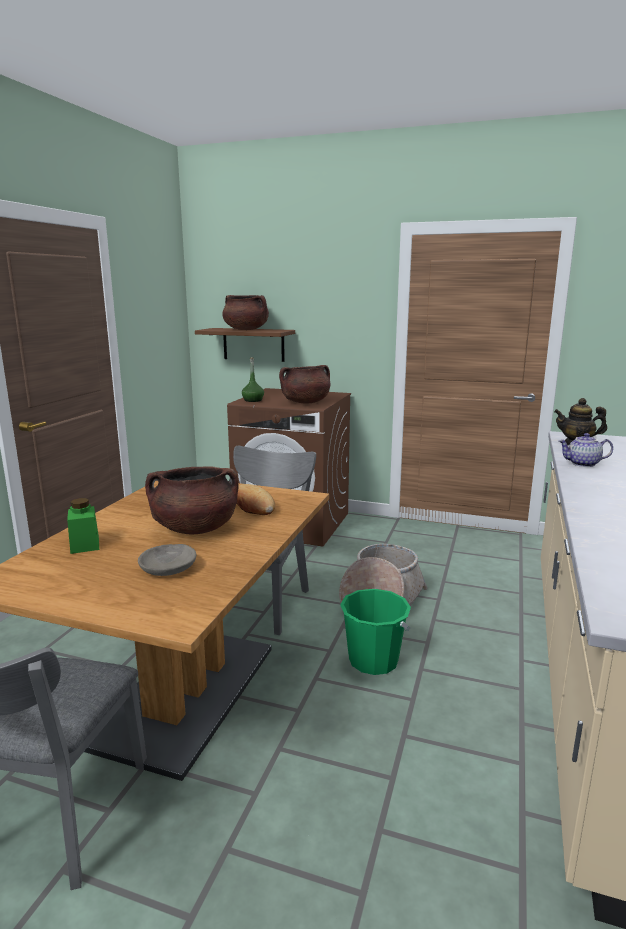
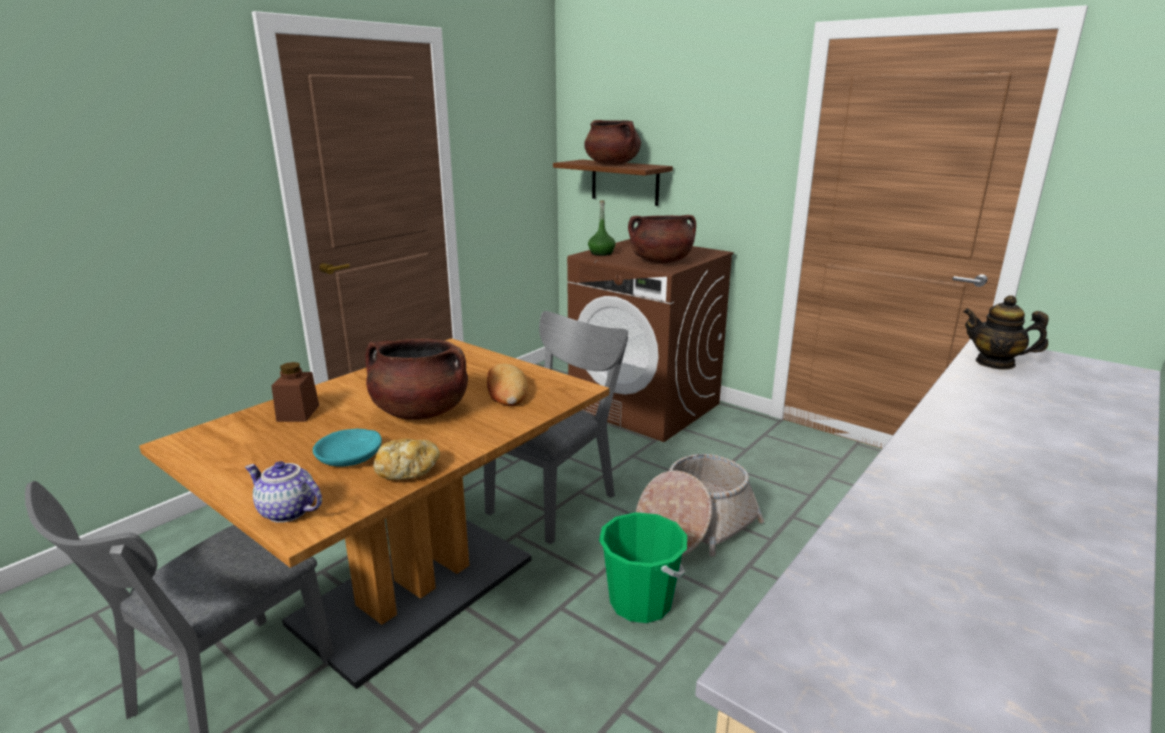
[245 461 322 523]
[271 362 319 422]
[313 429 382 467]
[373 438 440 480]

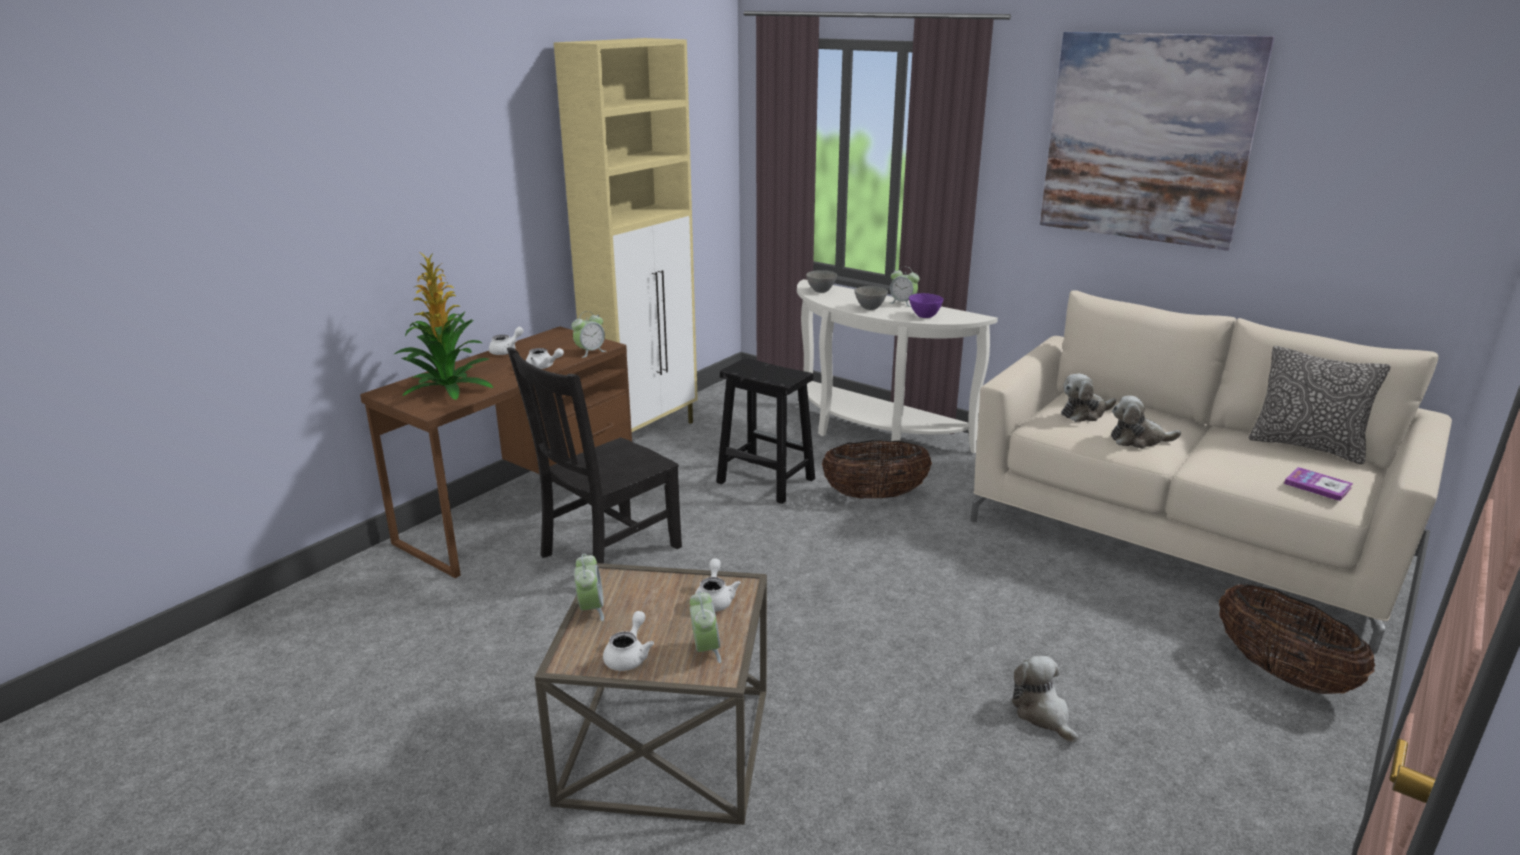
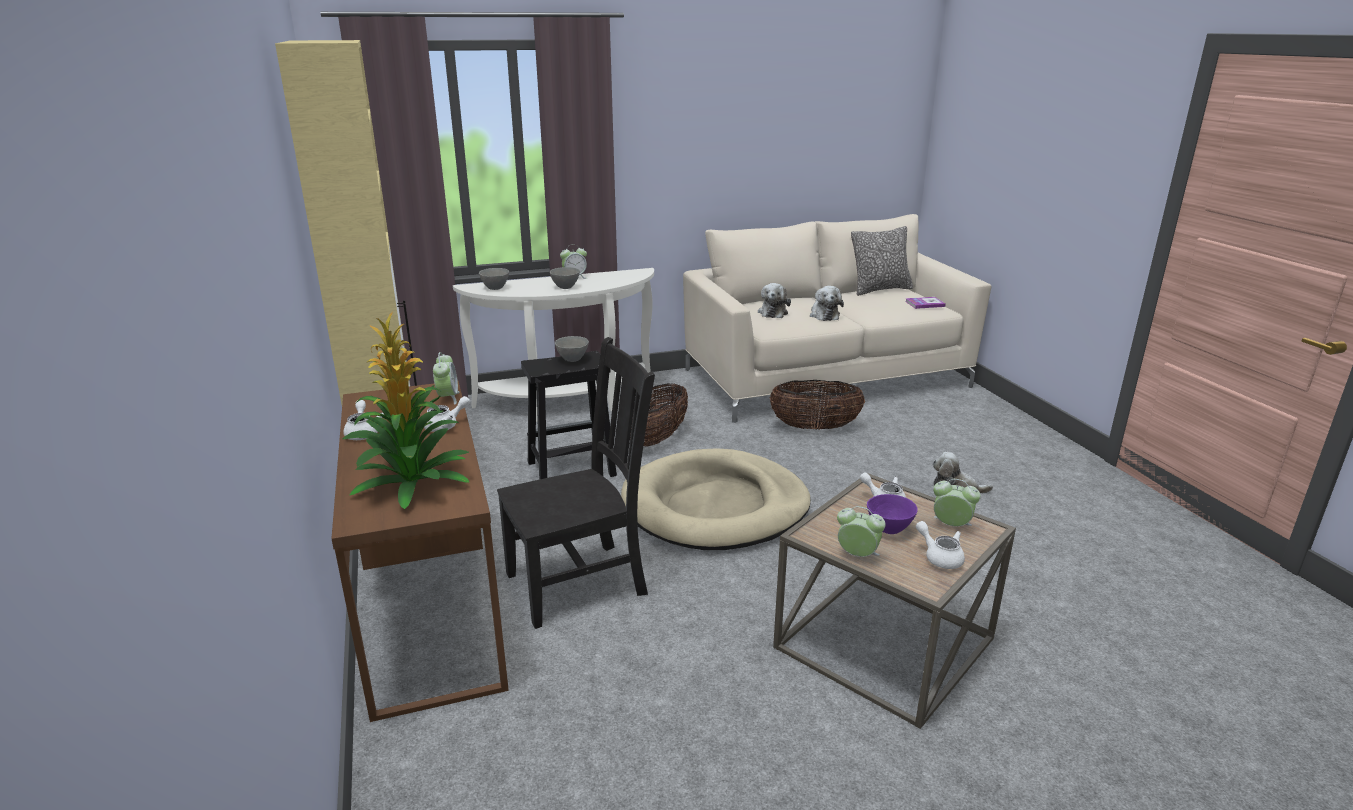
[497 337 655 629]
[555 336 589 362]
[621 448 811 550]
[770 380 865 429]
[810 286 844 321]
[867 494 918 534]
[1040 32 1275 251] (first image)

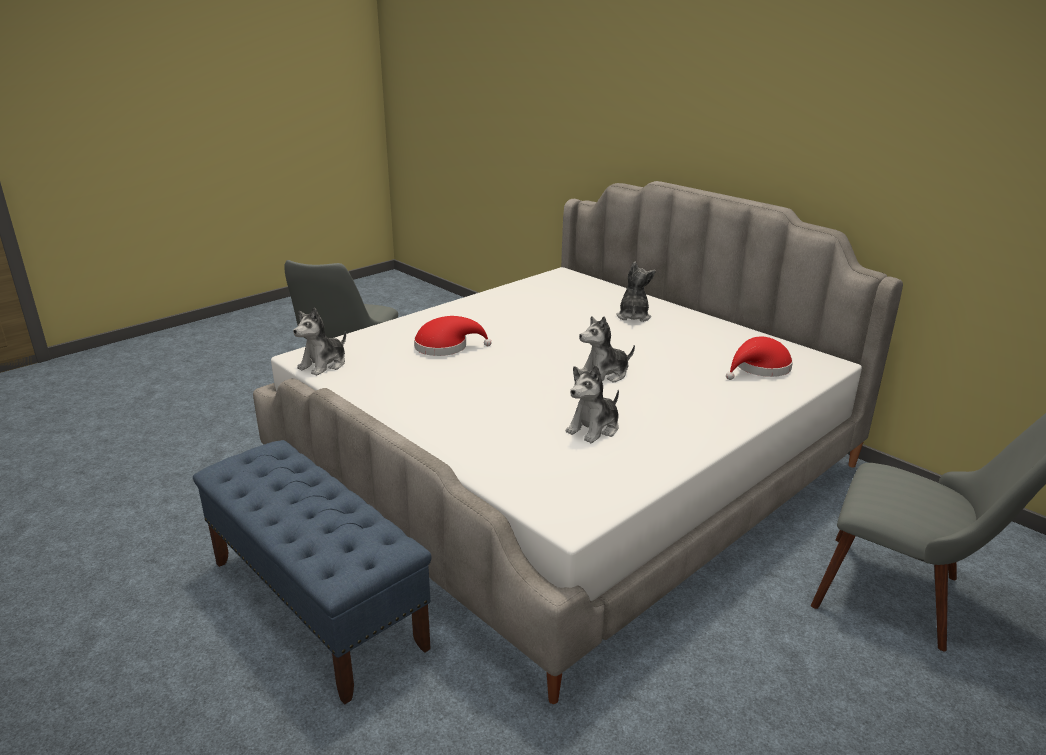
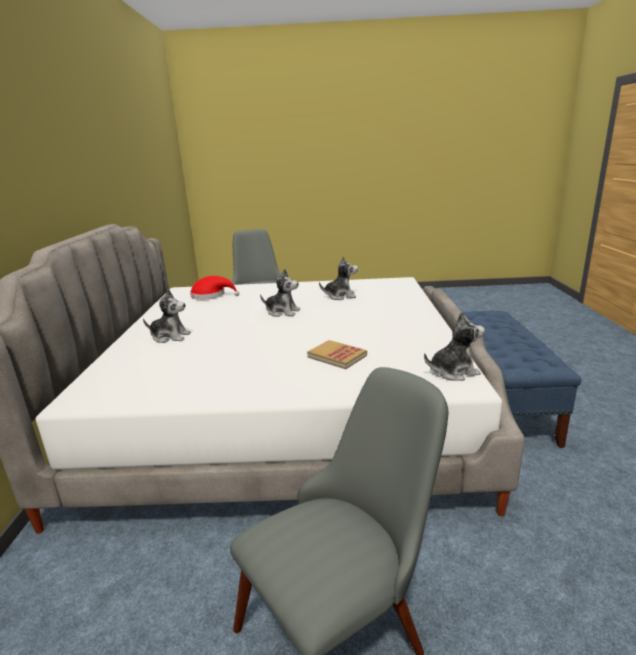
[143 289 191 343]
[307 340 367 369]

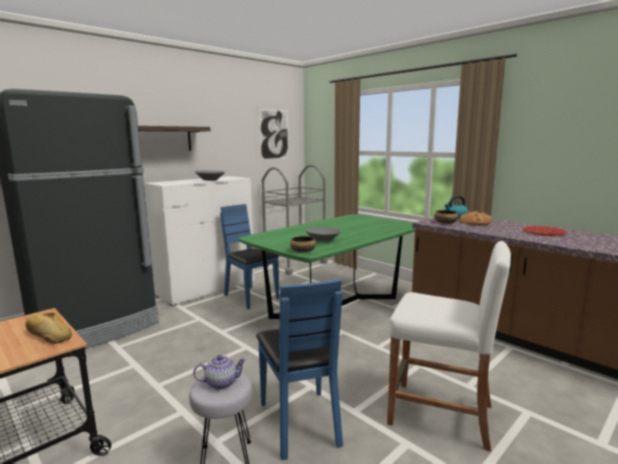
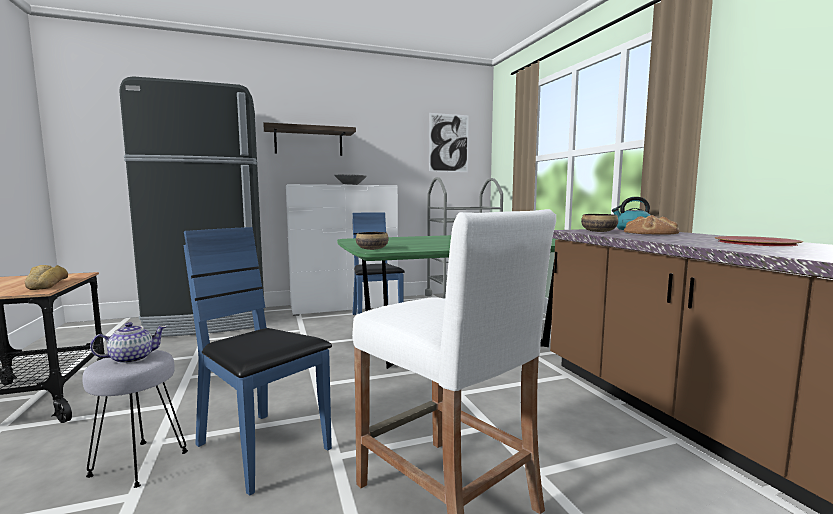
[90 322 167 364]
[184 227 332 496]
[305 227 341 242] (first image)

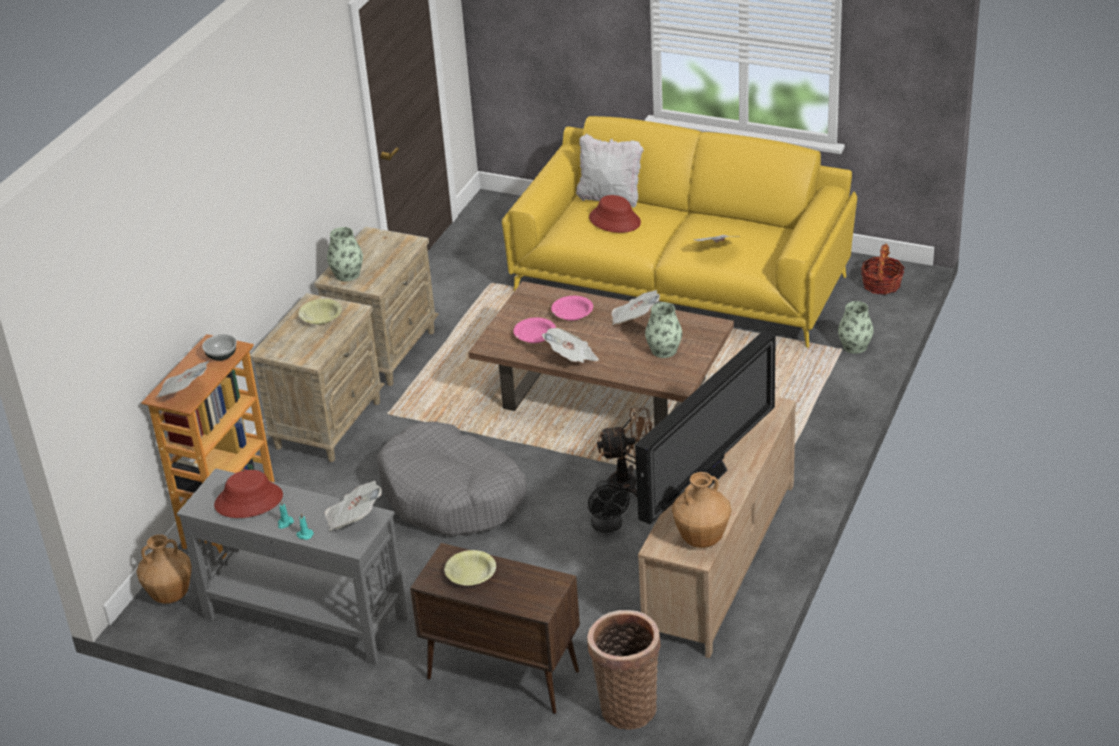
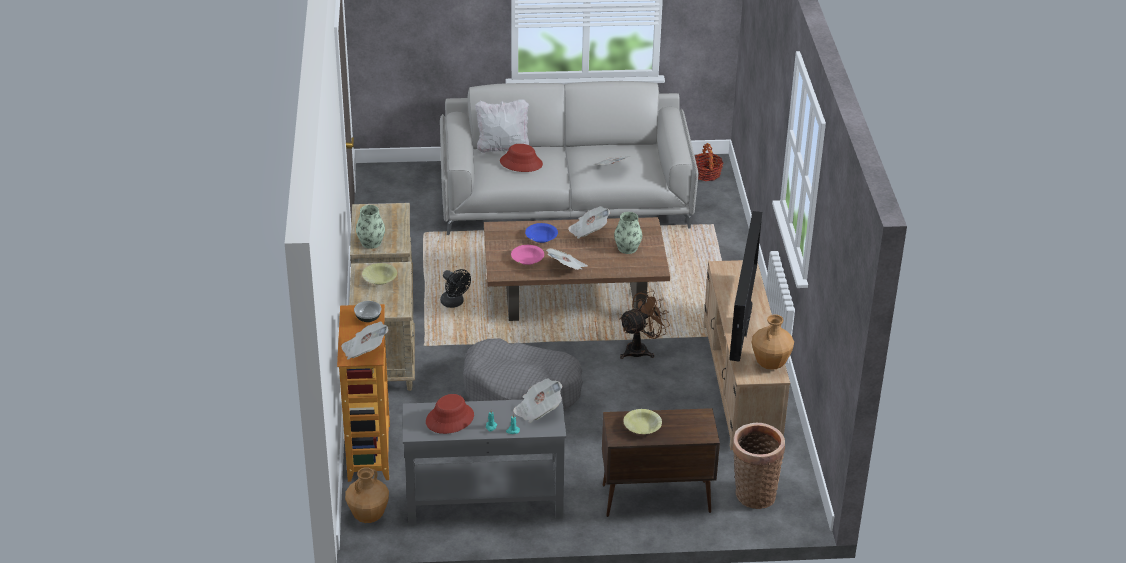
[440 81 699 235]
[440 269 471 308]
[525 223 558 243]
[838 301 874 354] (first image)

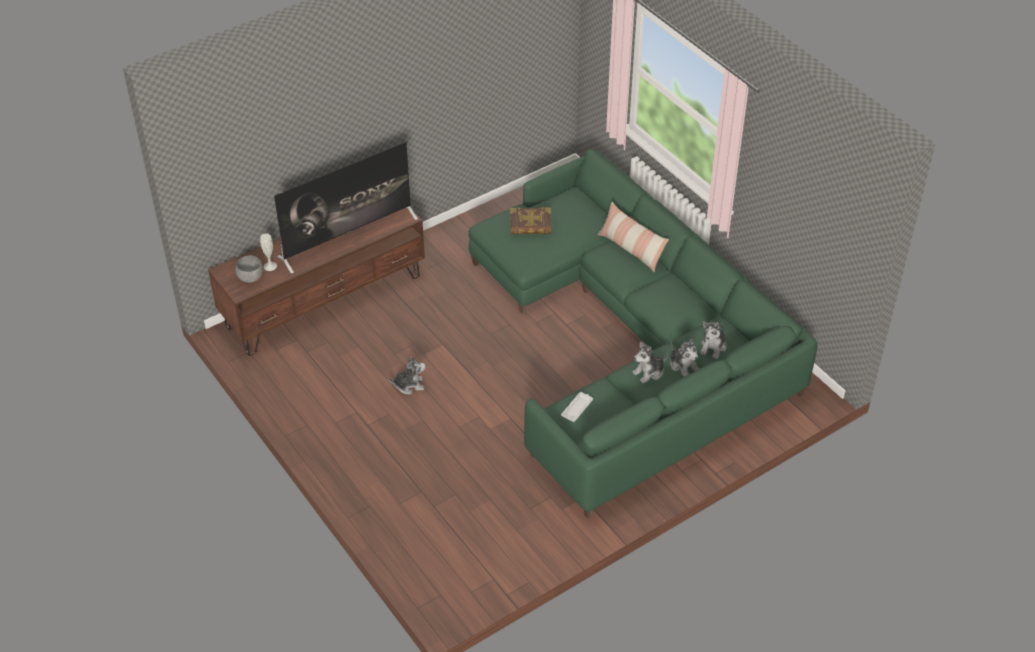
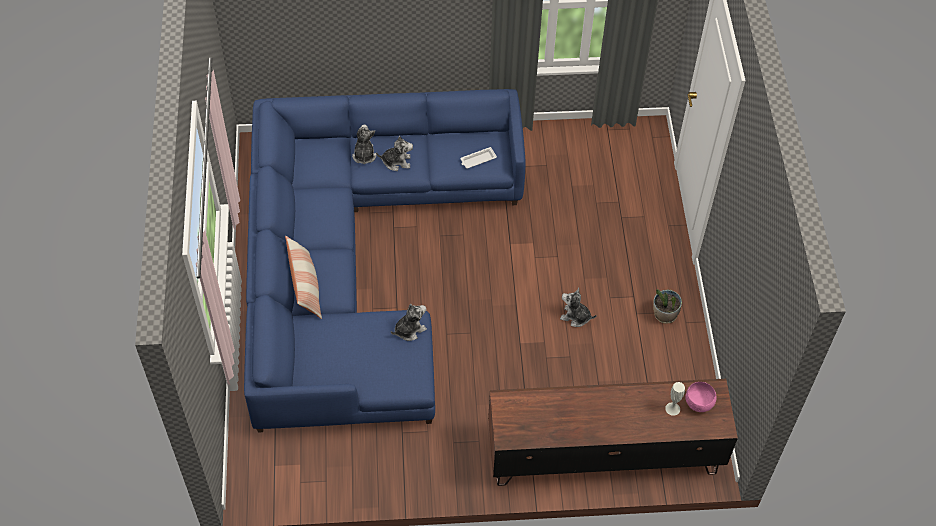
[244 89 526 433]
[391 304 427 341]
[653 289 682 324]
[686 382 716 412]
[274 142 418 274] (first image)
[510 207 551 234] (first image)

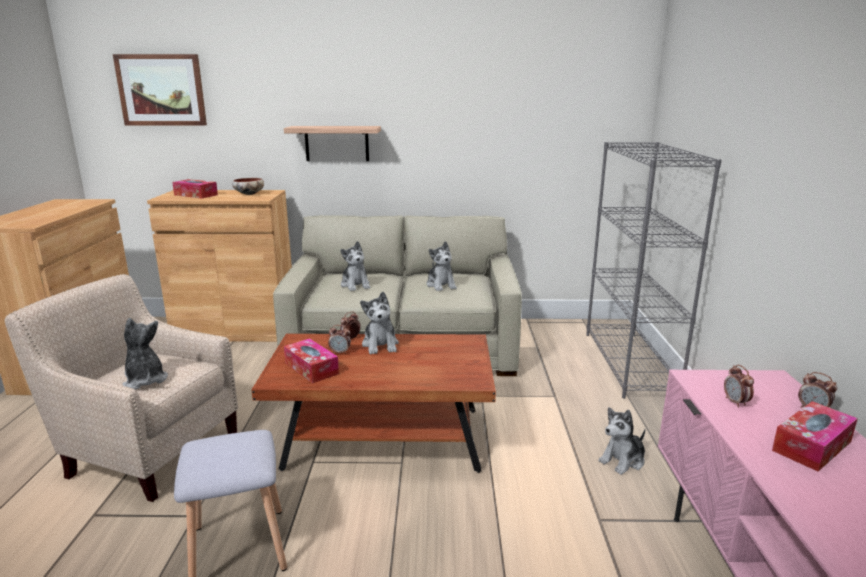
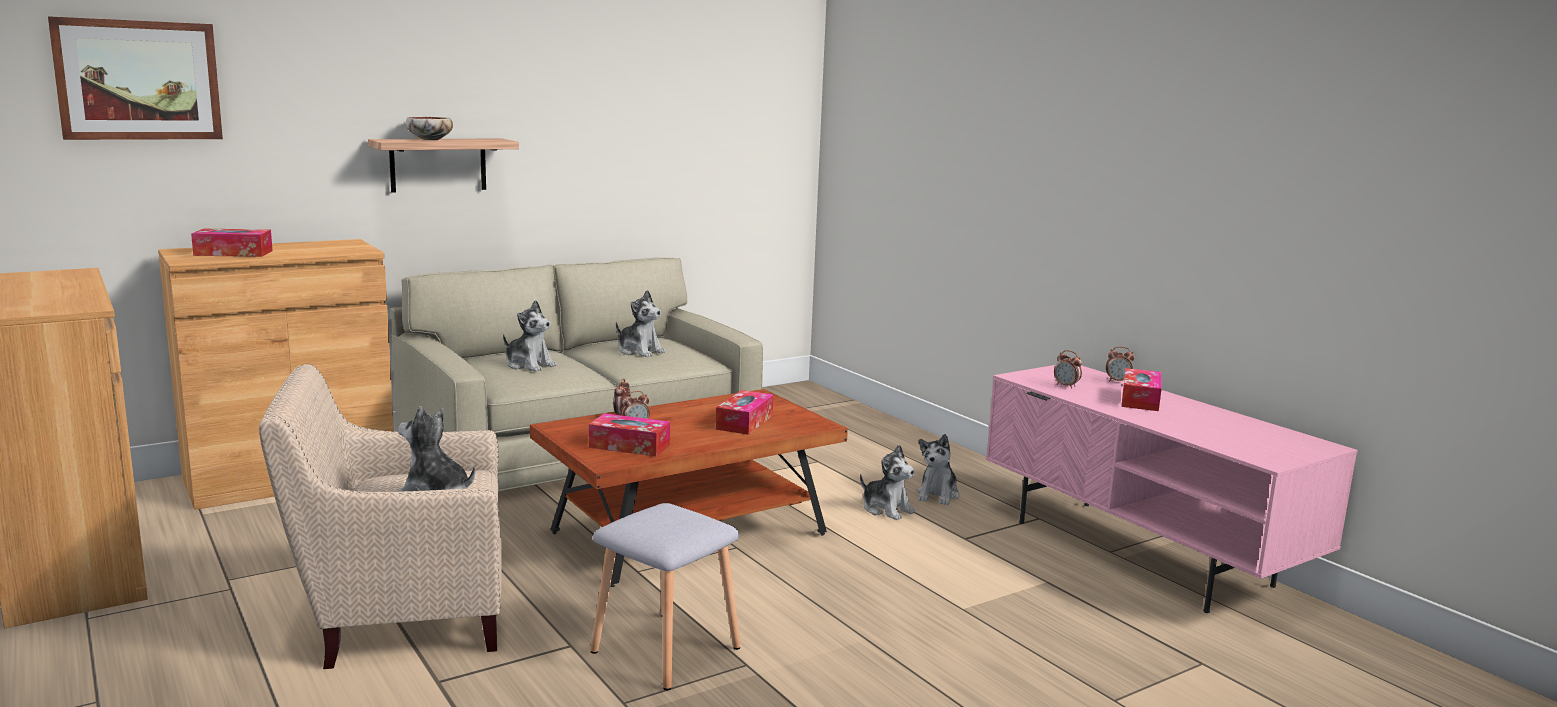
[406 117 453 140]
[716 390 773 435]
[860 444 916 520]
[586 142 721 399] (first image)

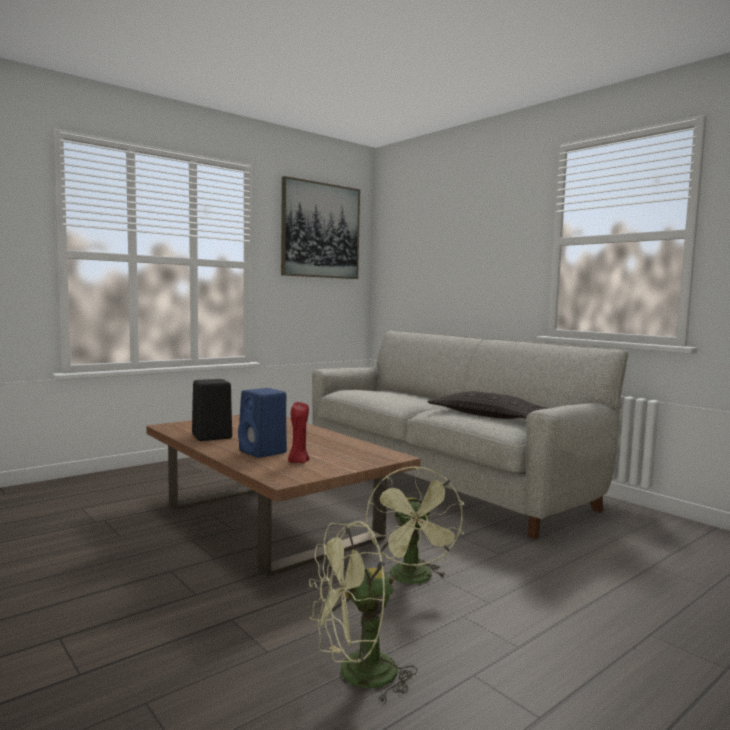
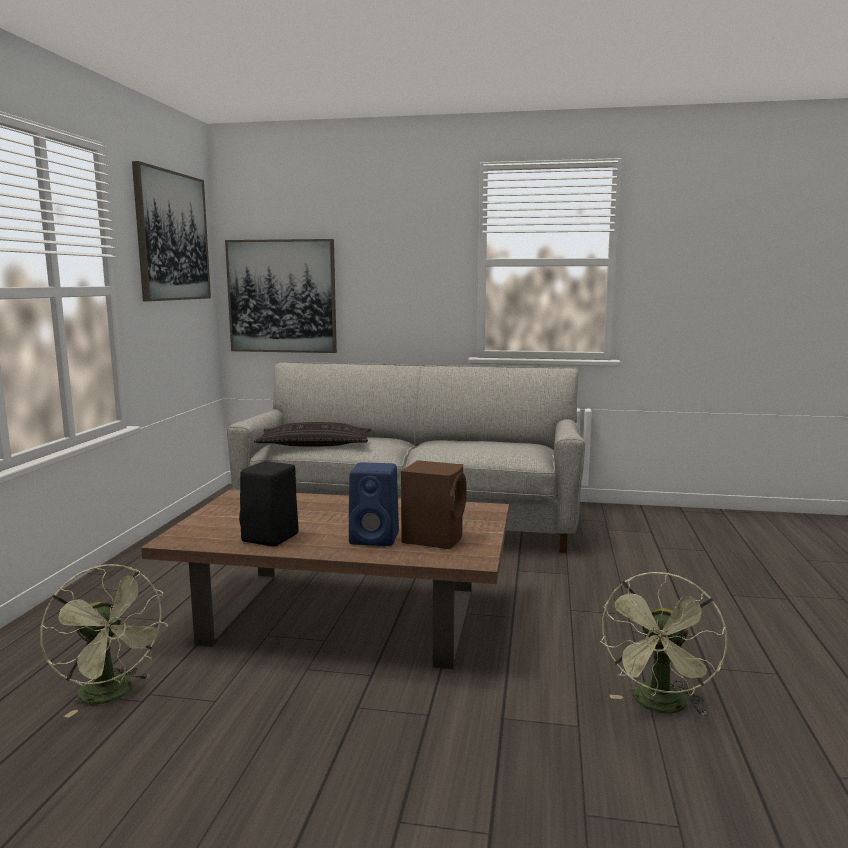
[40 564 168 718]
[225 239 337 353]
[254 422 372 447]
[401 460 467 549]

